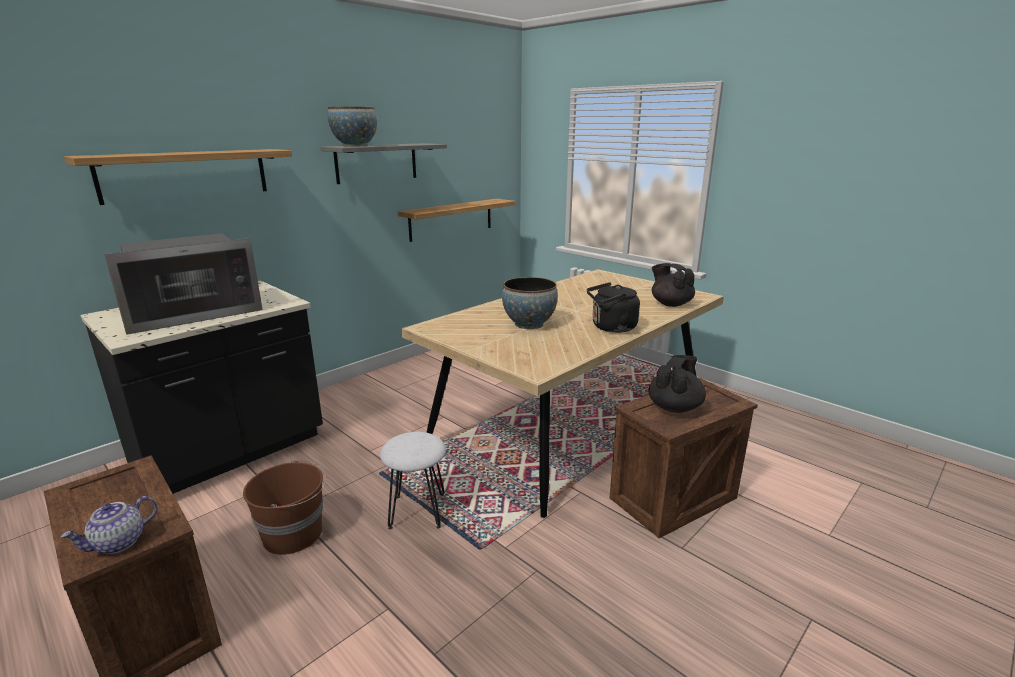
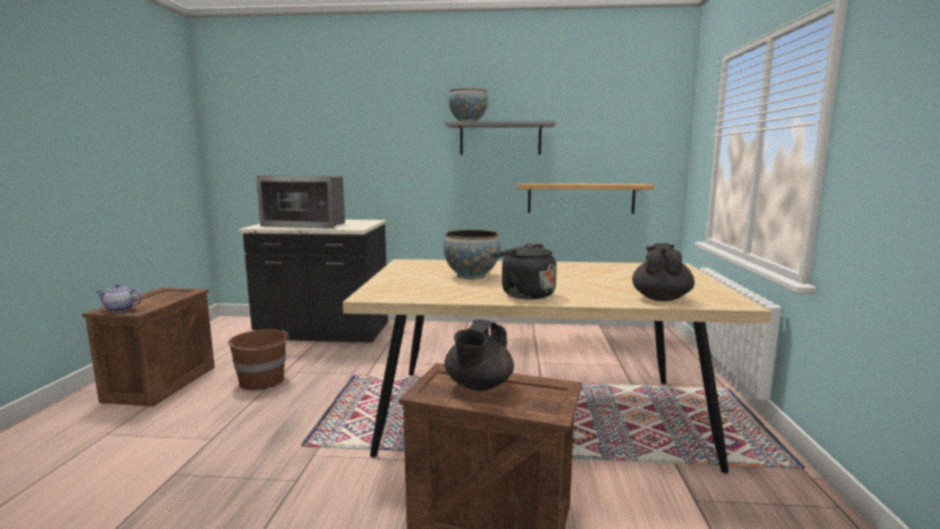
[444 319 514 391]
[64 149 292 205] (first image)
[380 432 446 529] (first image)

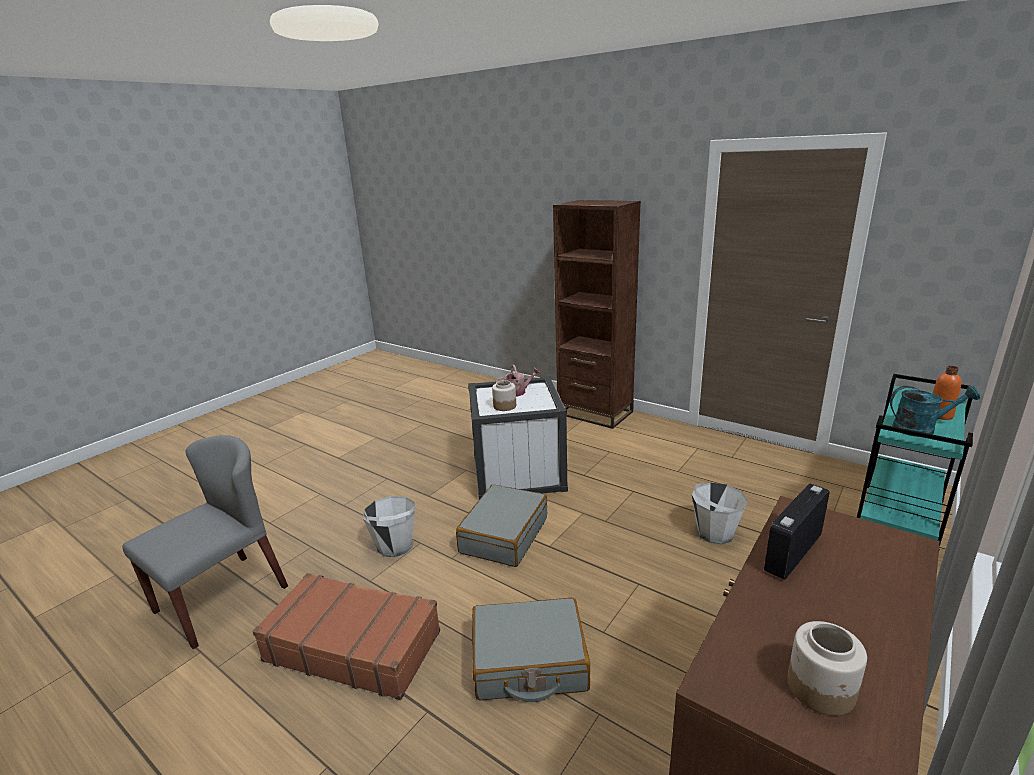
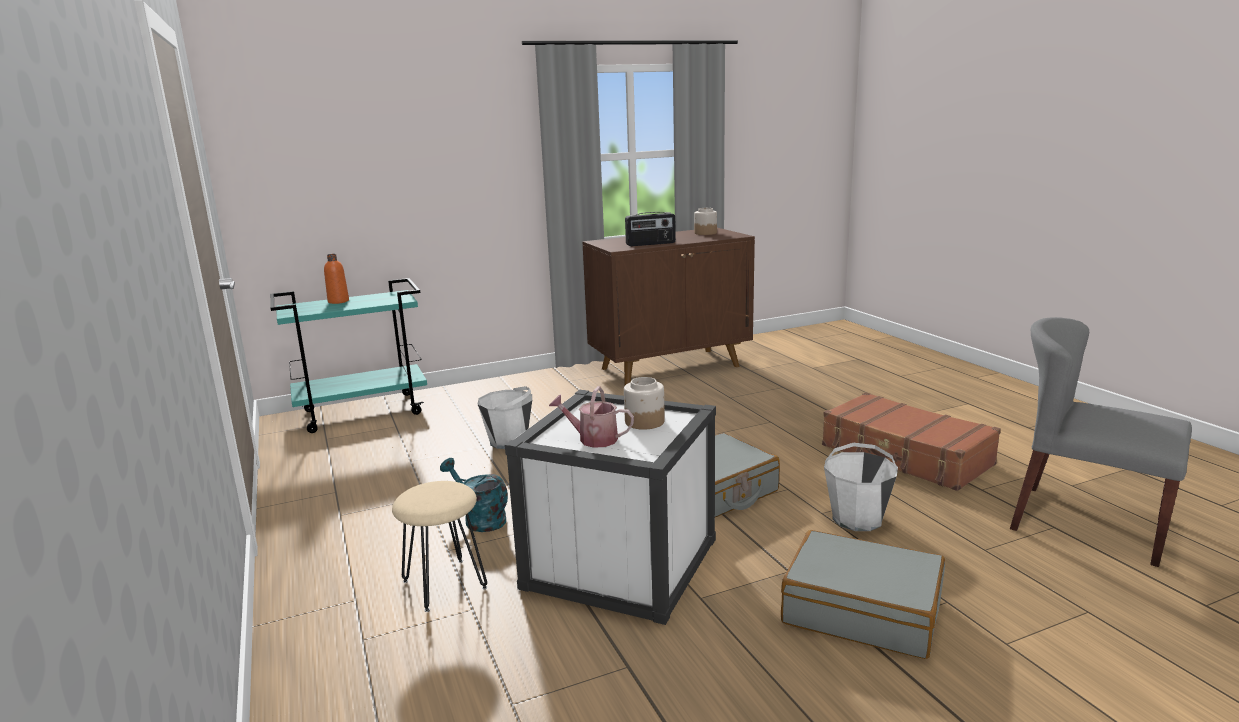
[392 481 487 612]
[440 458 508 532]
[781 530 945 659]
[1010 317 1192 567]
[553 200 641 429] (first image)

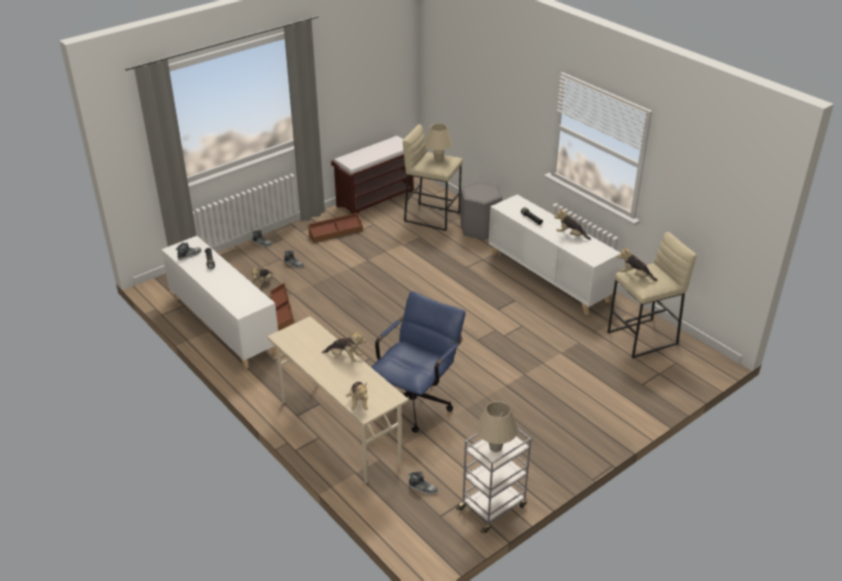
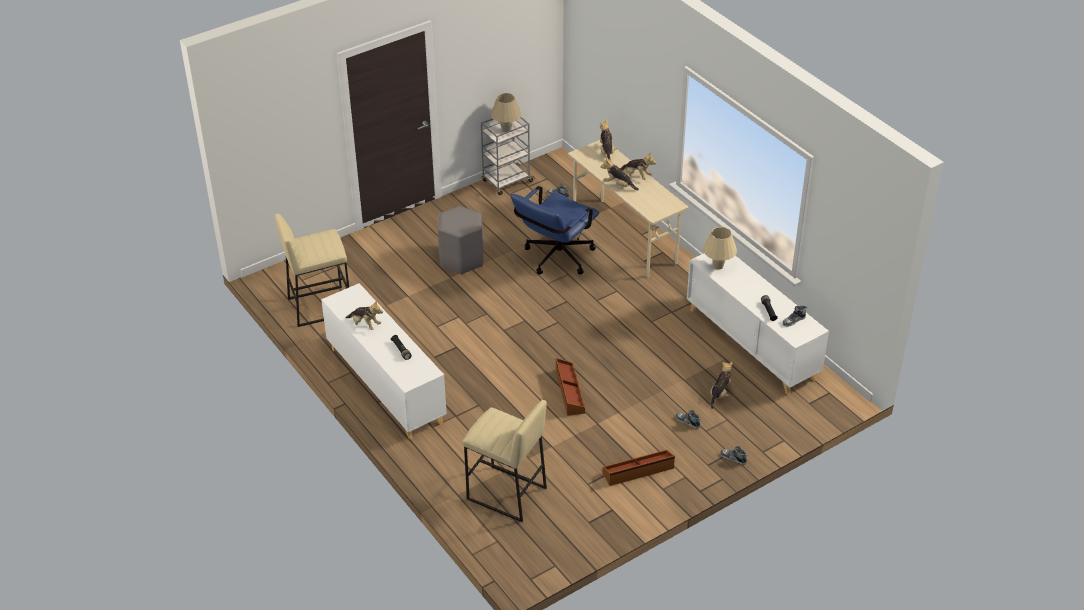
[438 206 483 275]
[555 358 585 416]
[620 153 656 180]
[703 227 737 270]
[331 136 414 214] (first image)

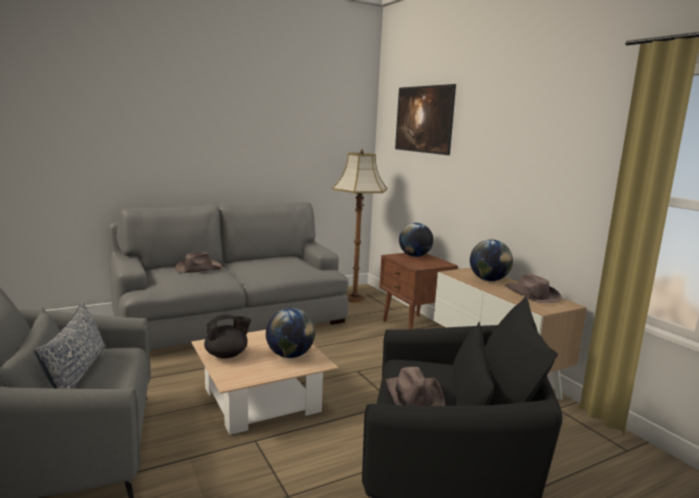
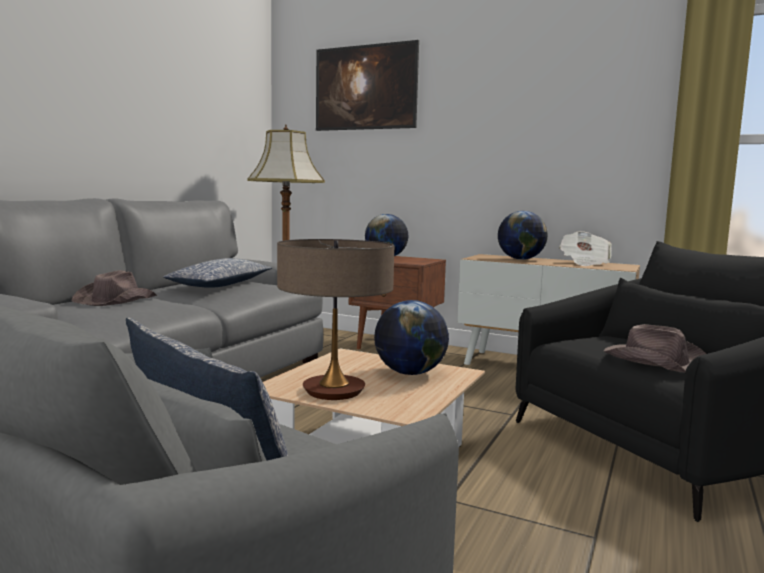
[163 258 272 288]
[277 239 394 400]
[559 231 612 266]

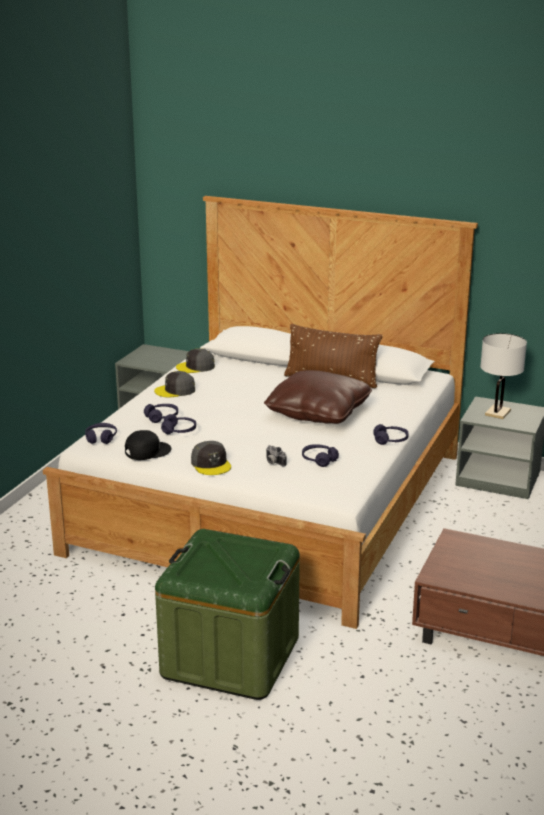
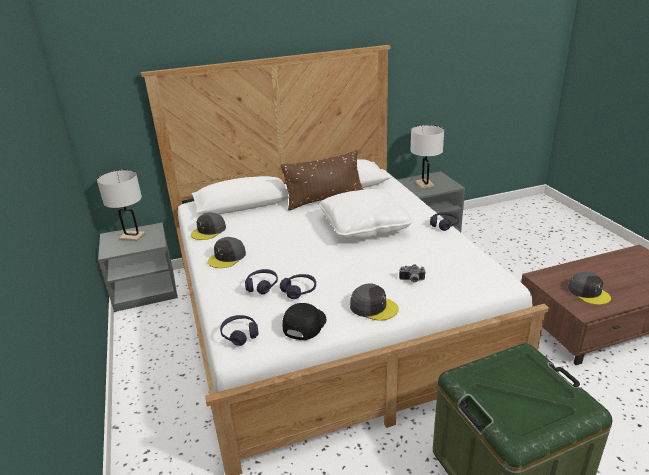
[97 170 145 241]
[319 189 413 238]
[568 272 611 305]
[302 444 339 467] (first image)

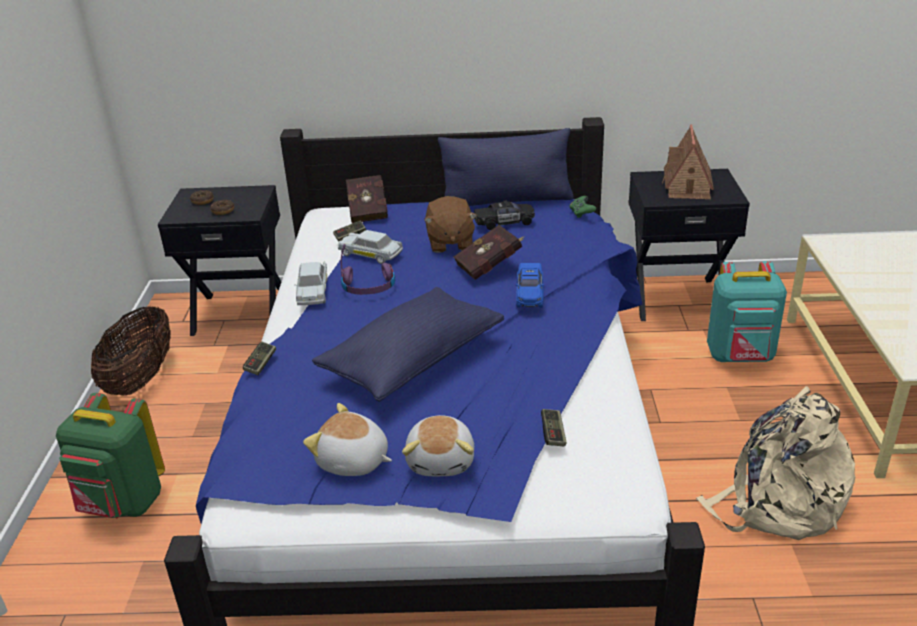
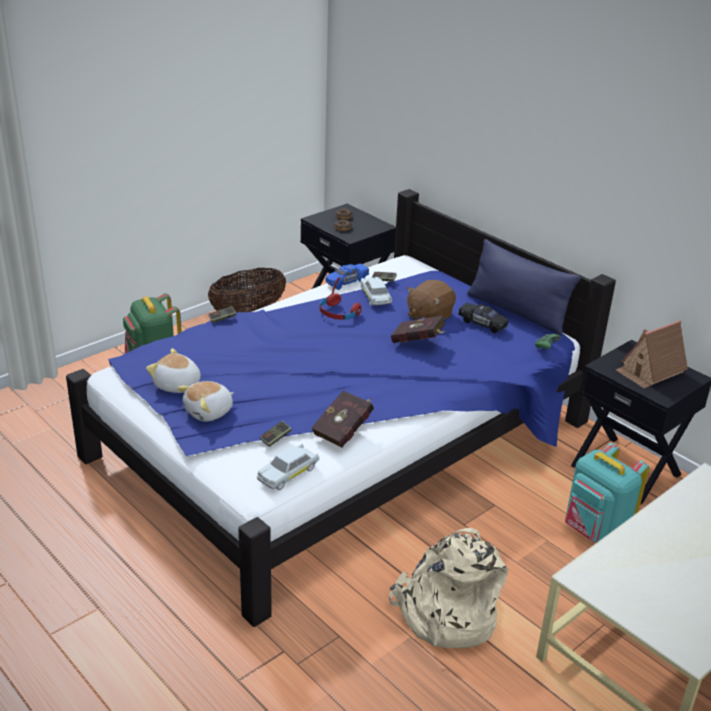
[146 348 201 393]
[257 444 319 490]
[311 390 374 447]
[320 277 361 320]
[325 264 369 290]
[312 287 504 402] (first image)

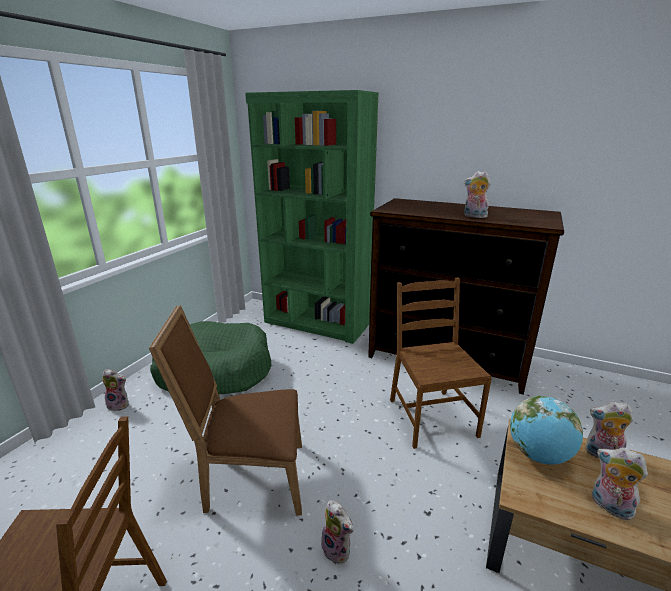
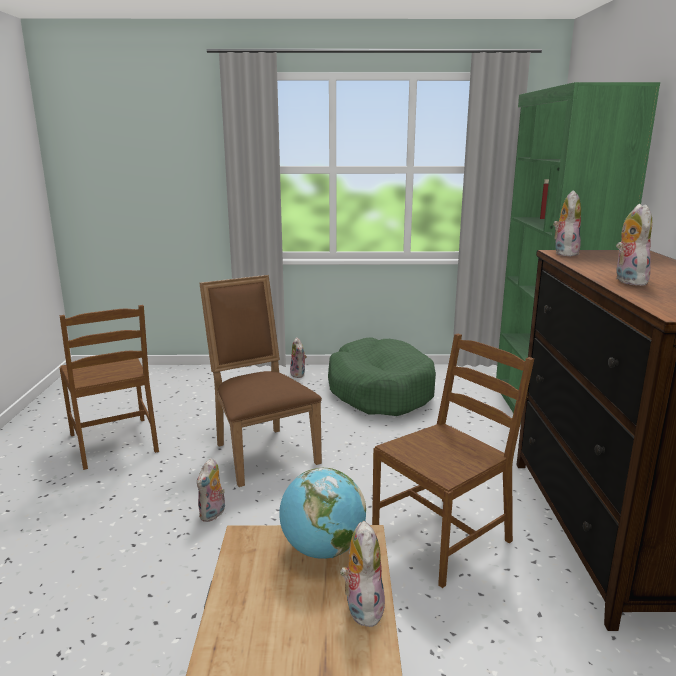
[553 190 581 256]

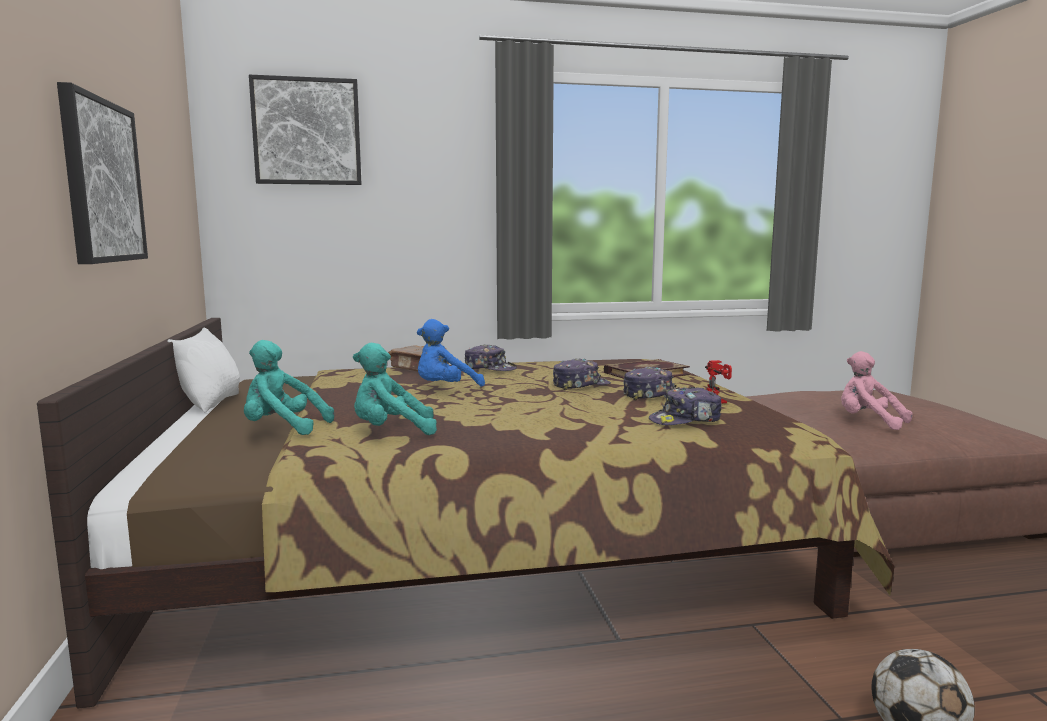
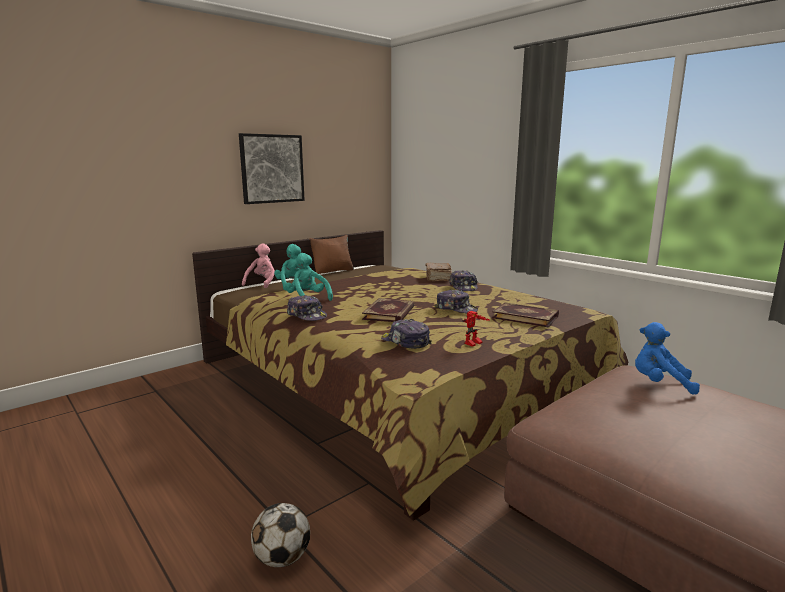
[242 243 275 288]
[287 295 327 321]
[309 235 354 274]
[362 298 415 322]
[635 322 700 395]
[249 75 362 185] (first image)

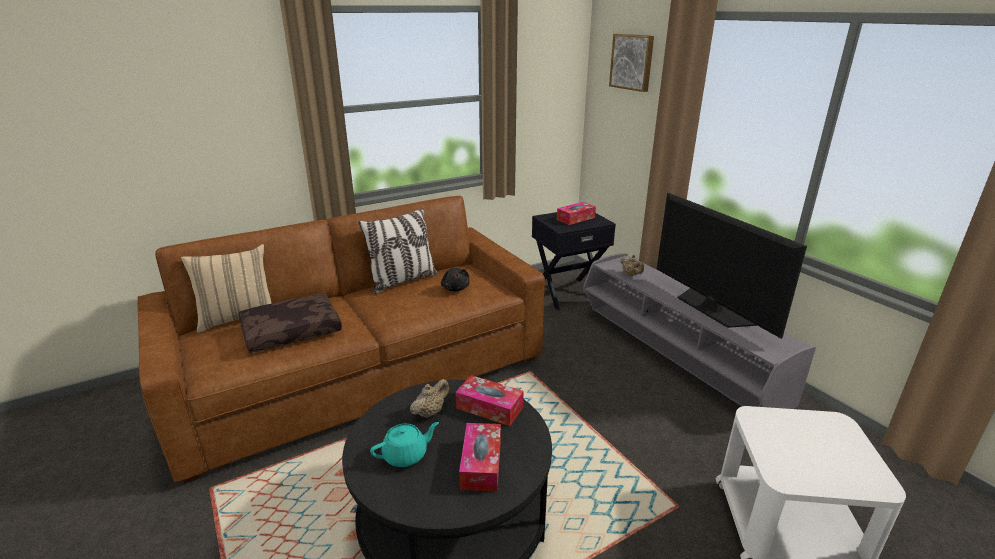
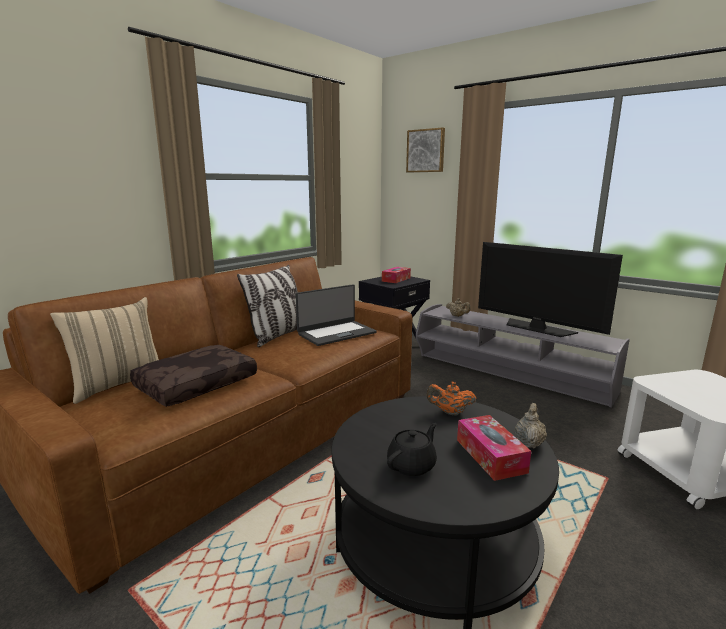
[296 284 377 346]
[387 423 437 476]
[426 382 476 416]
[515 403 547 448]

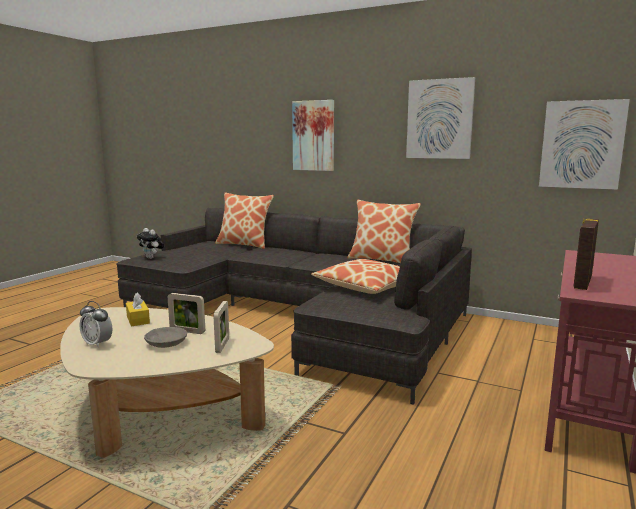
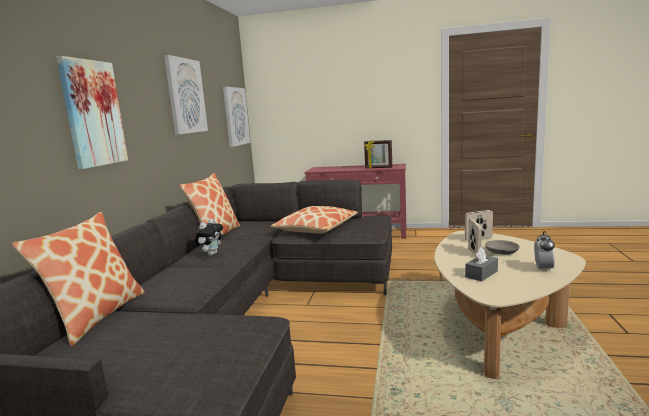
[195 219 223 256]
[465 247 498 281]

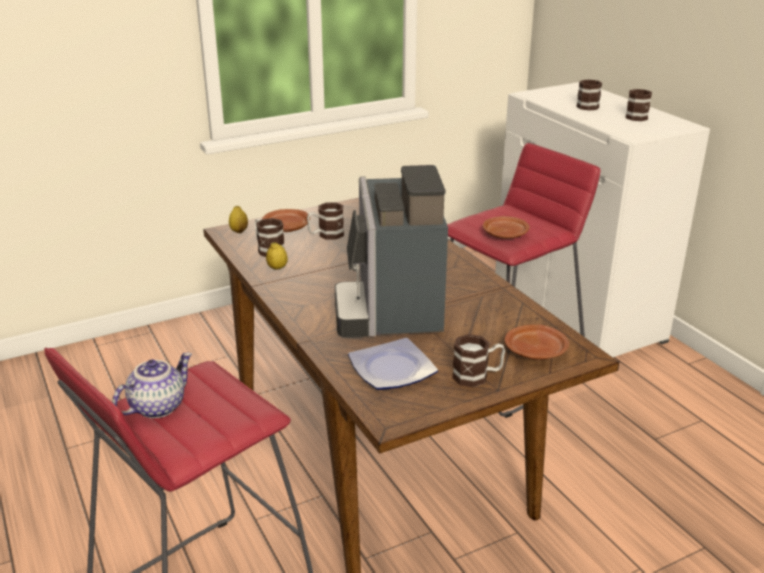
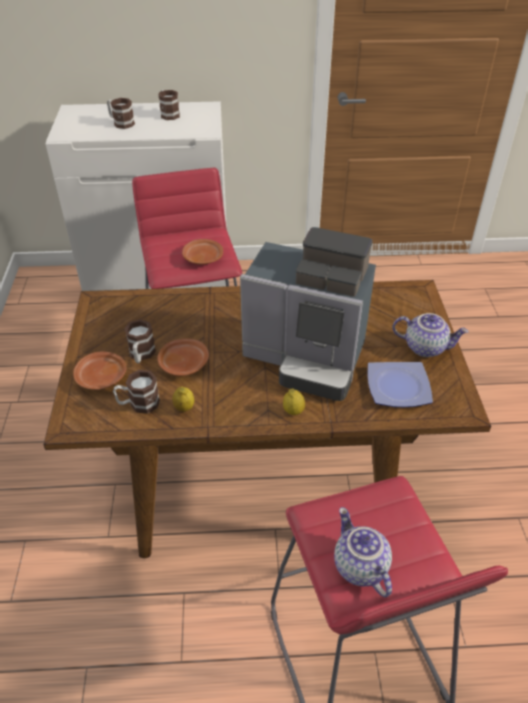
[157 338 209 376]
[283 389 305 415]
[393 313 469 357]

